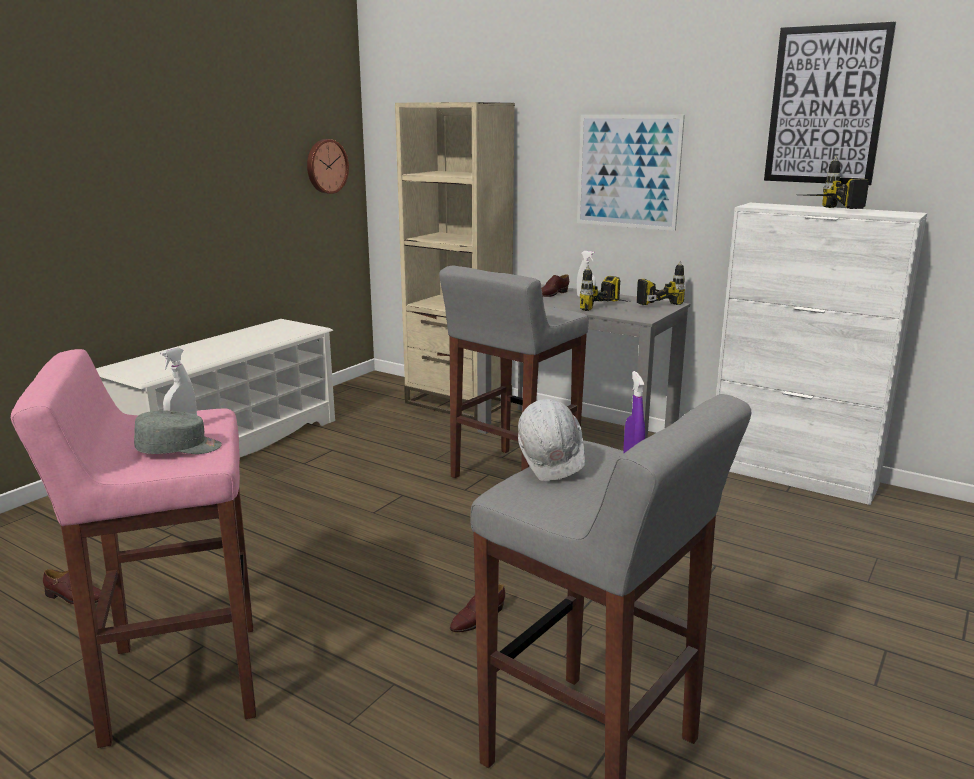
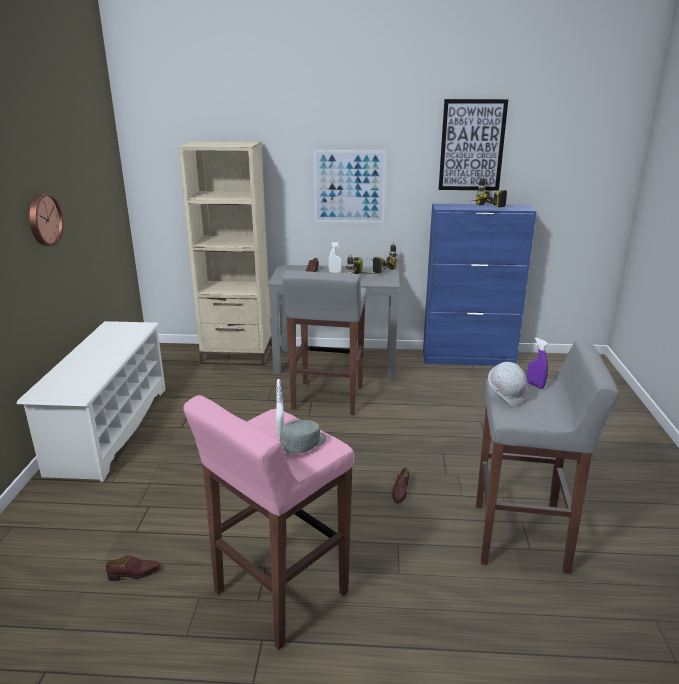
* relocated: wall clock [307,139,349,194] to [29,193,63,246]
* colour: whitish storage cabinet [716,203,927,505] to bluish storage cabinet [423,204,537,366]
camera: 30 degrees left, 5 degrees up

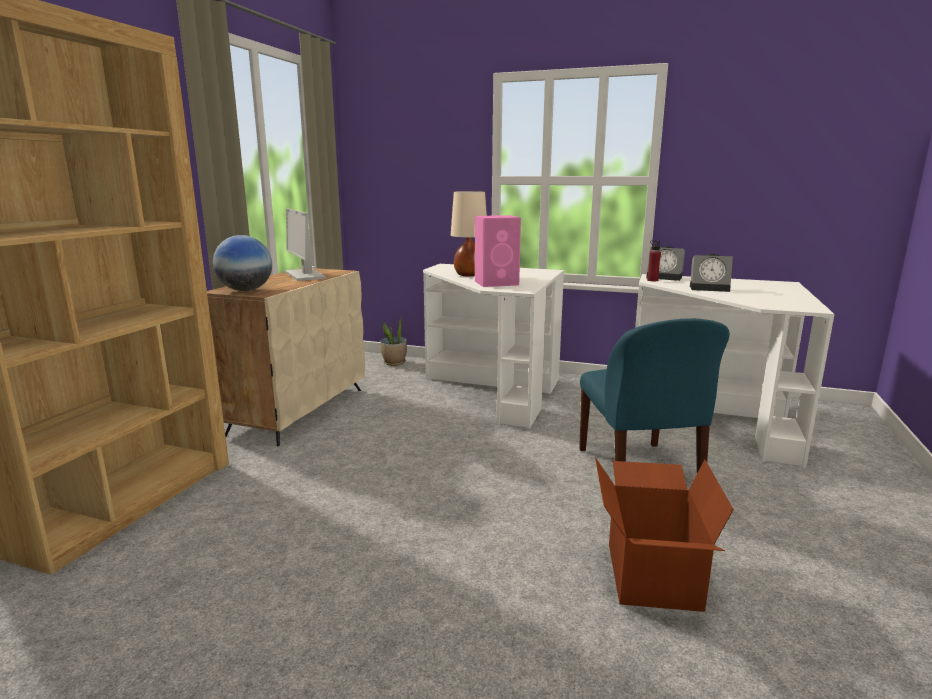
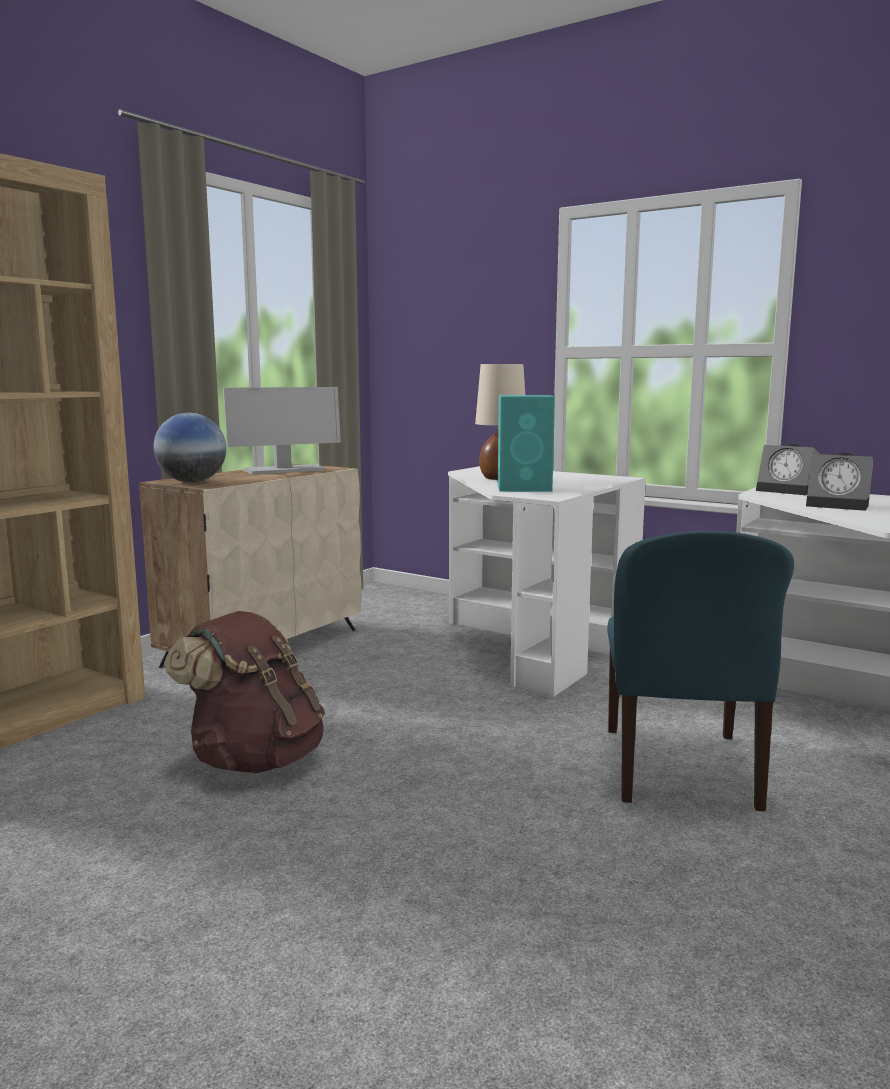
* appeared: brownish backpack [164,611,325,773]
* spun: computer screen [285,208,326,281] = [223,387,341,474] 105 degrees counterclockwise
* colour: pinkish audio speaker [475,215,521,287] to blue-green audio speaker [498,395,555,492]
* missing: potted plant [380,317,407,366]
* missing: carton [595,457,734,612]
* missing: red bottle [647,240,661,281]
camera: 15 degrees right, 5 degrees down

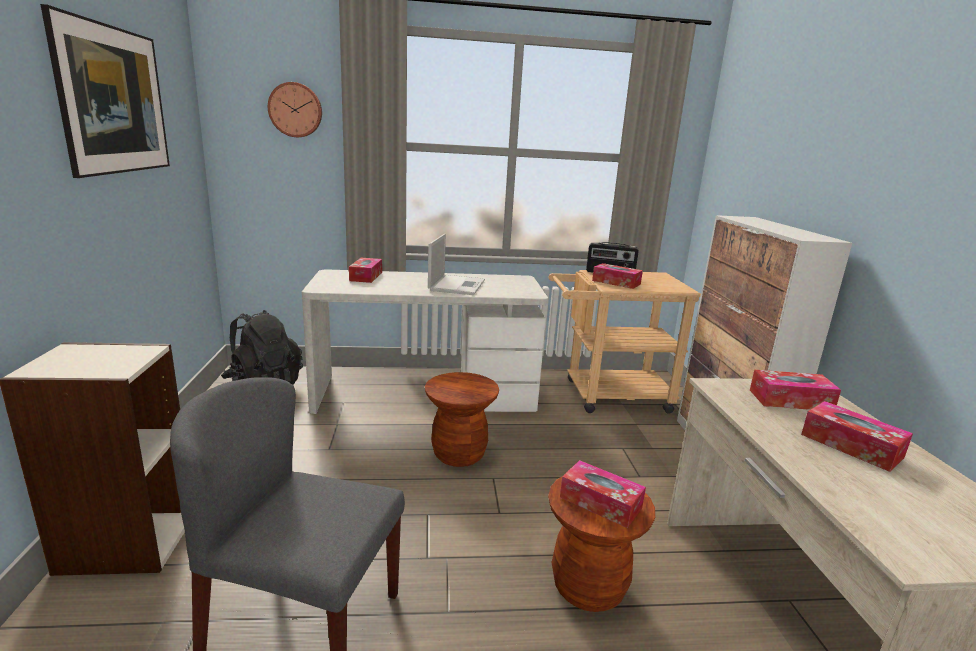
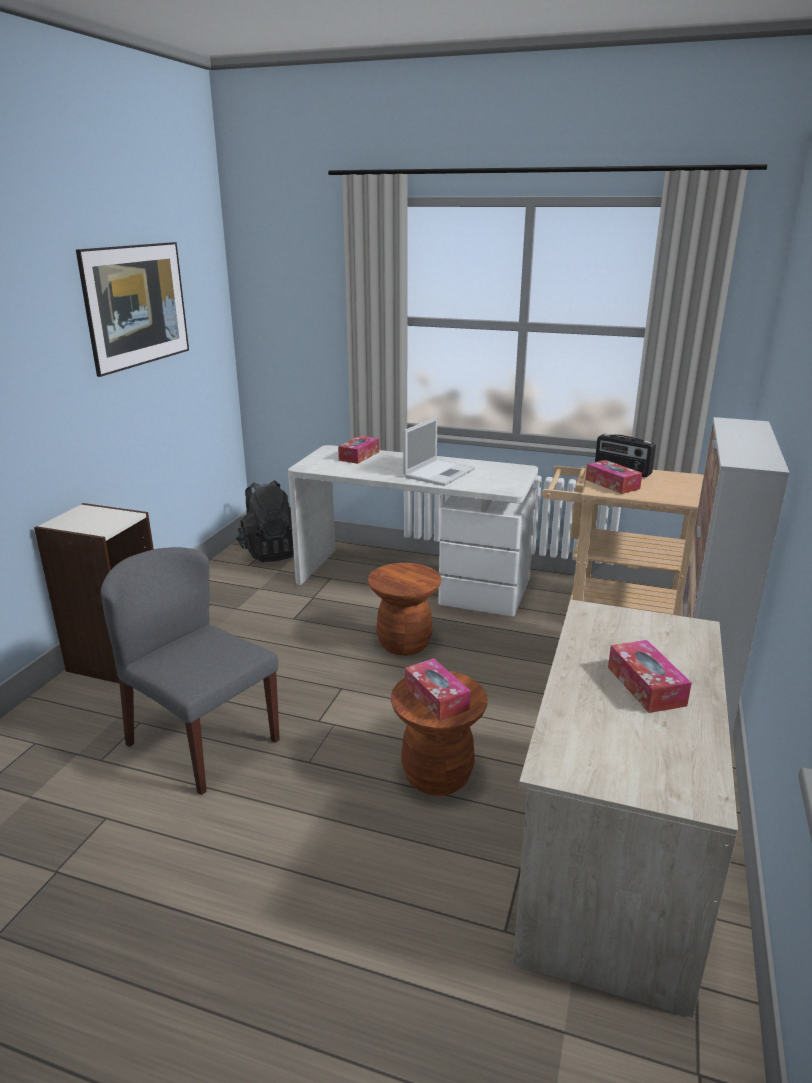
* missing: wall clock [268,82,322,137]
* missing: tissue holder [750,370,841,410]
camera: 25 degrees right, 5 degrees up

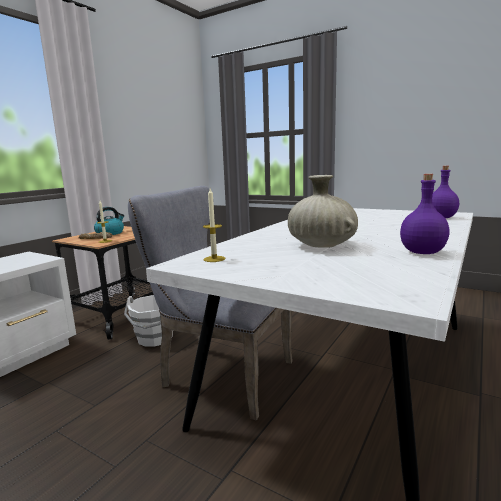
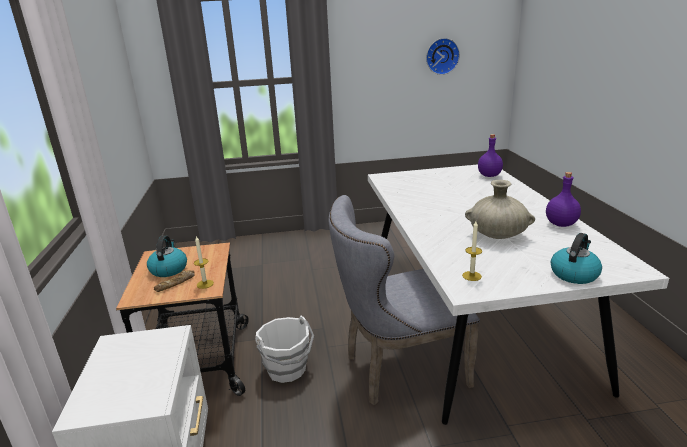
* appeared: wall clock [426,38,460,75]
* appeared: tea kettle [551,233,602,284]
camera: 40 degrees left, 10 degrees up

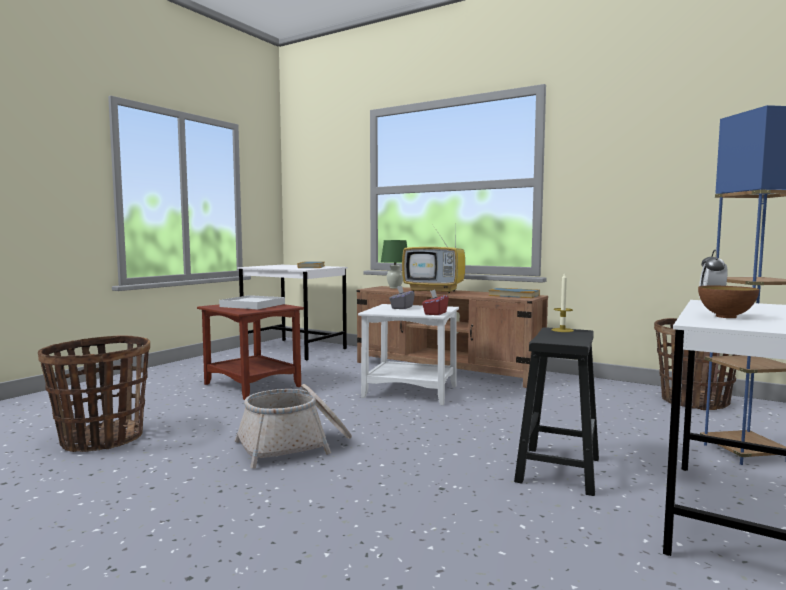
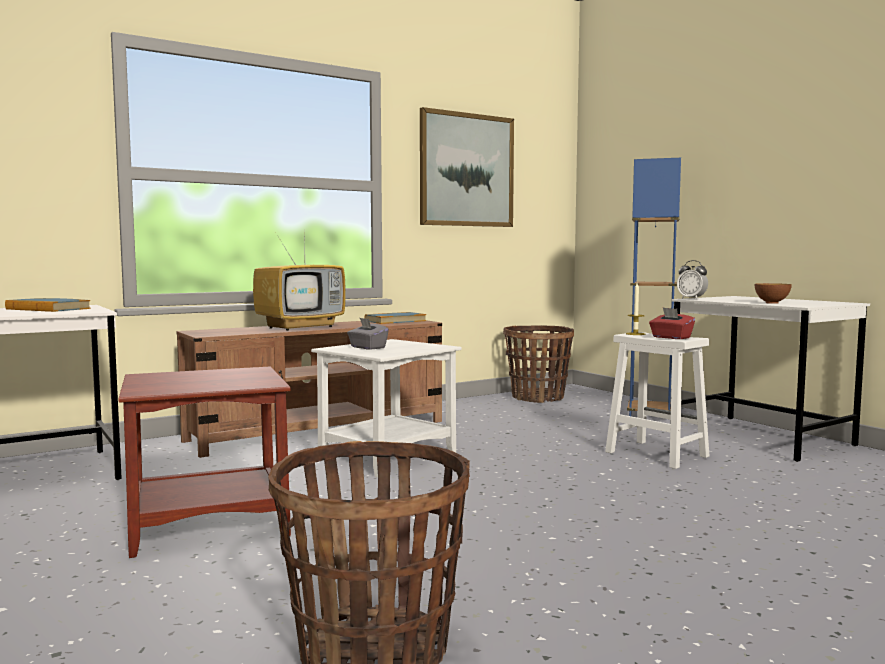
* appeared: wall art [420,107,514,227]
* colour: blackish stool seat [514,327,599,496] to whitish stool seat [605,332,709,469]
* relocated: red tissue holder [422,290,449,315] to [649,308,695,339]
* missing: whitish carrying tray [219,295,285,309]
* missing: basket [235,384,352,469]
* missing: greenish lamp for a table [381,240,407,289]
camera: 65 degrees left, 0 degrees up

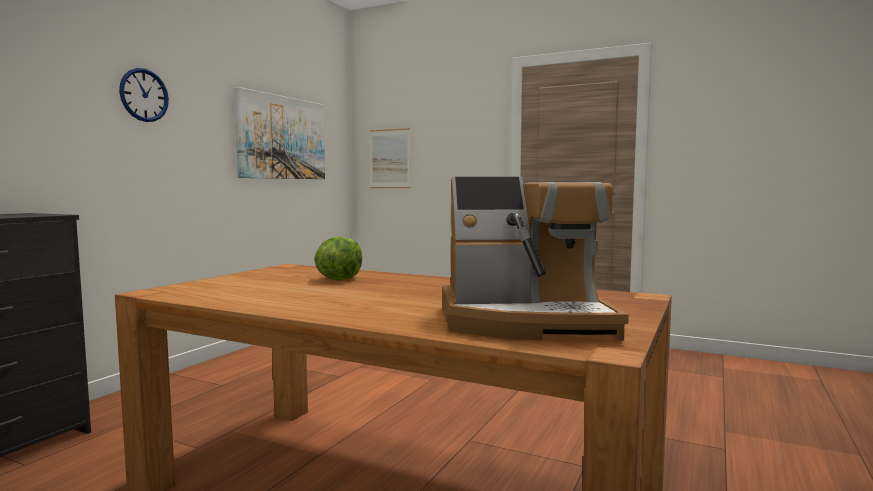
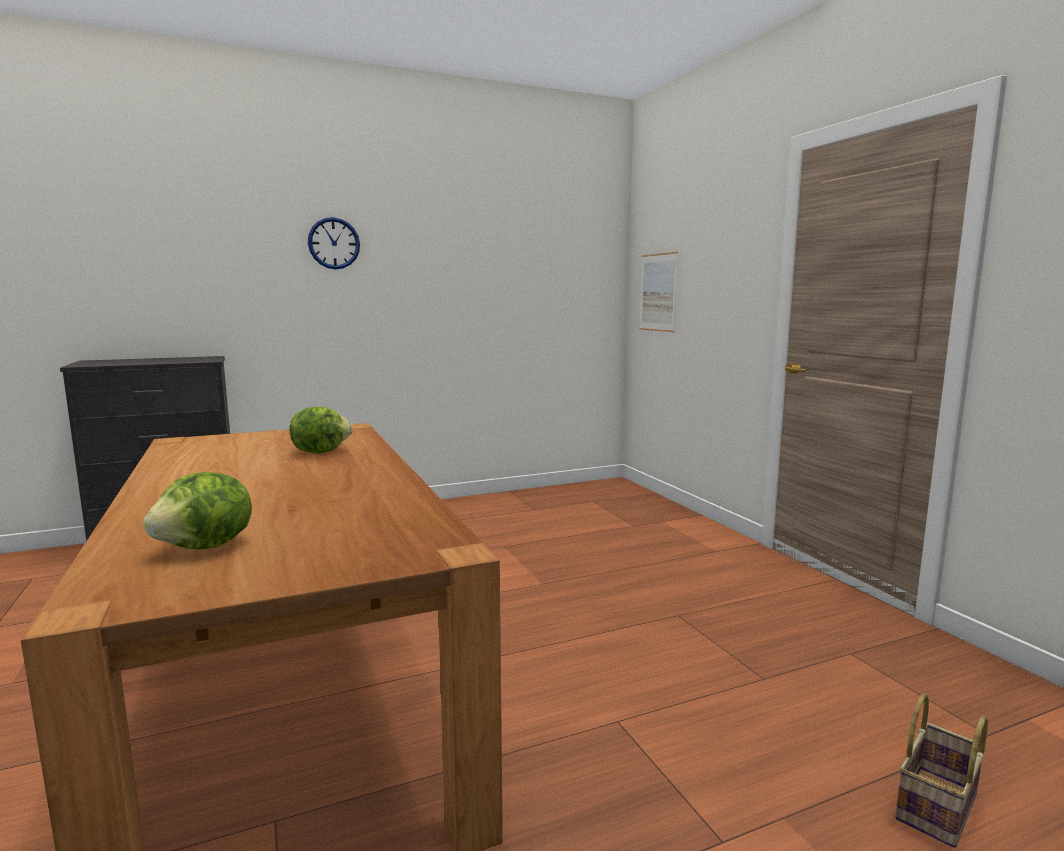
* exchanged: coffee maker [442,177,629,341] to head of lettuce [143,472,252,549]
* appeared: basket [895,694,988,848]
* missing: wall art [234,87,325,179]
camera: 40 degrees right, 5 degrees up

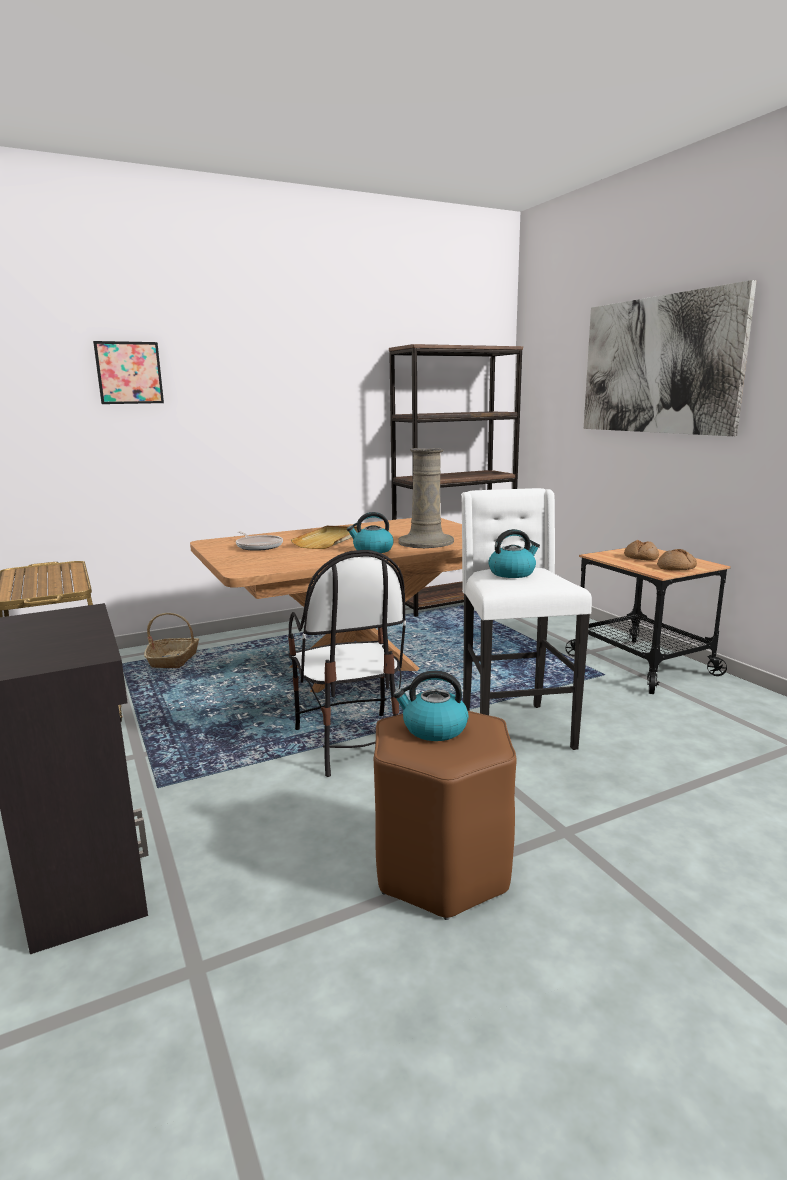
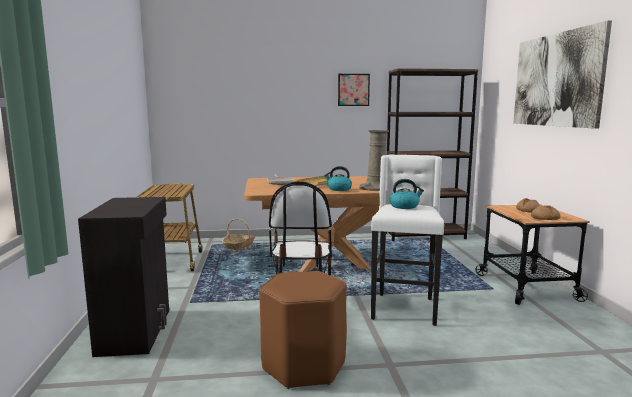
* relocated: wall art [93,341,164,404] to [338,74,370,106]
* missing: tea kettle [393,670,468,741]
camera: 20 degrees right, 5 degrees down

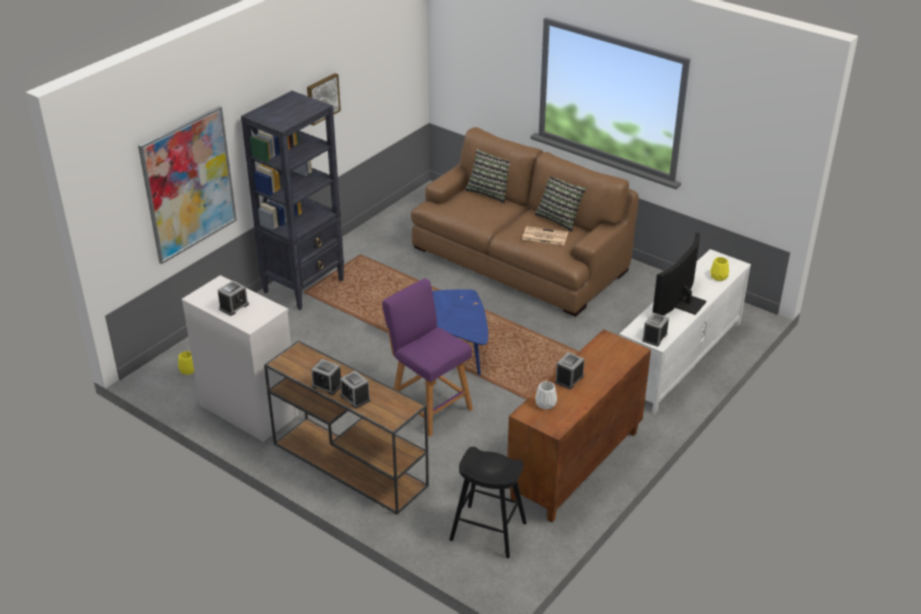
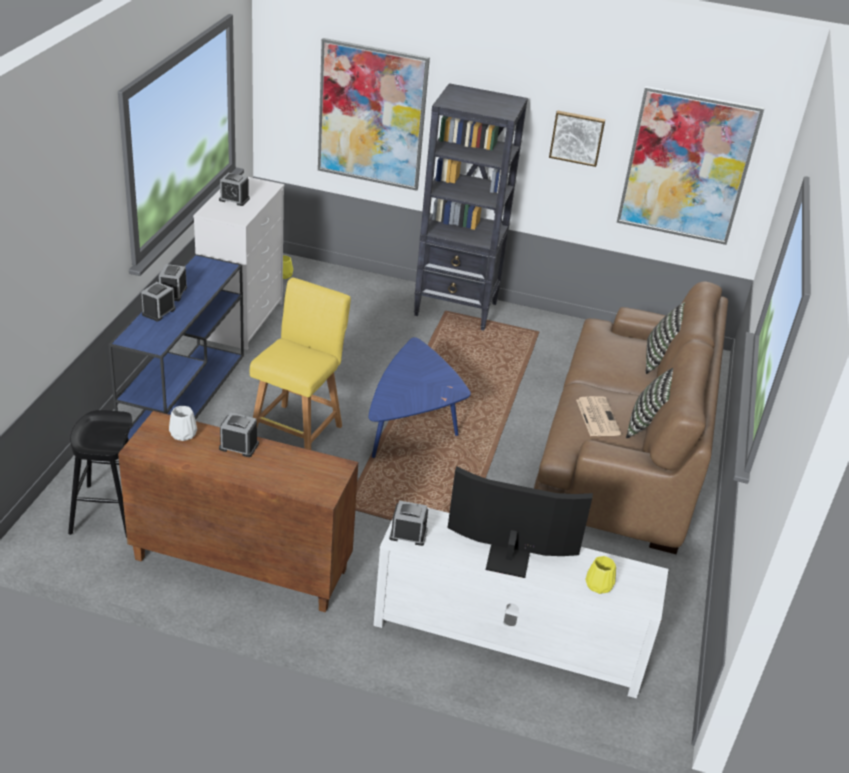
* colour: brownish hall table [264,340,429,515] to bluish hall table [108,254,244,440]
* colour: purple-coloured stool seat [382,278,473,437] to yellow-coloured stool seat [250,278,351,450]
* appeared: wall art [617,86,764,245]
camera: 65 degrees right, 0 degrees up

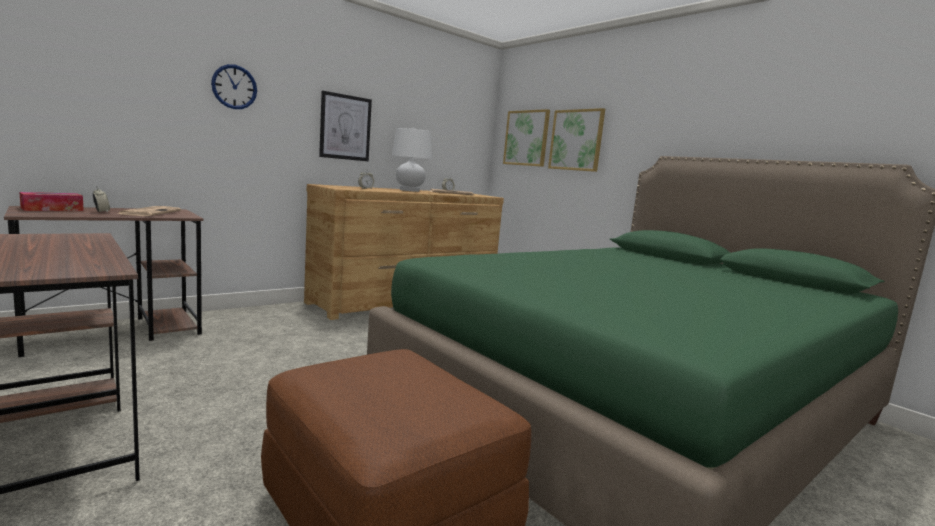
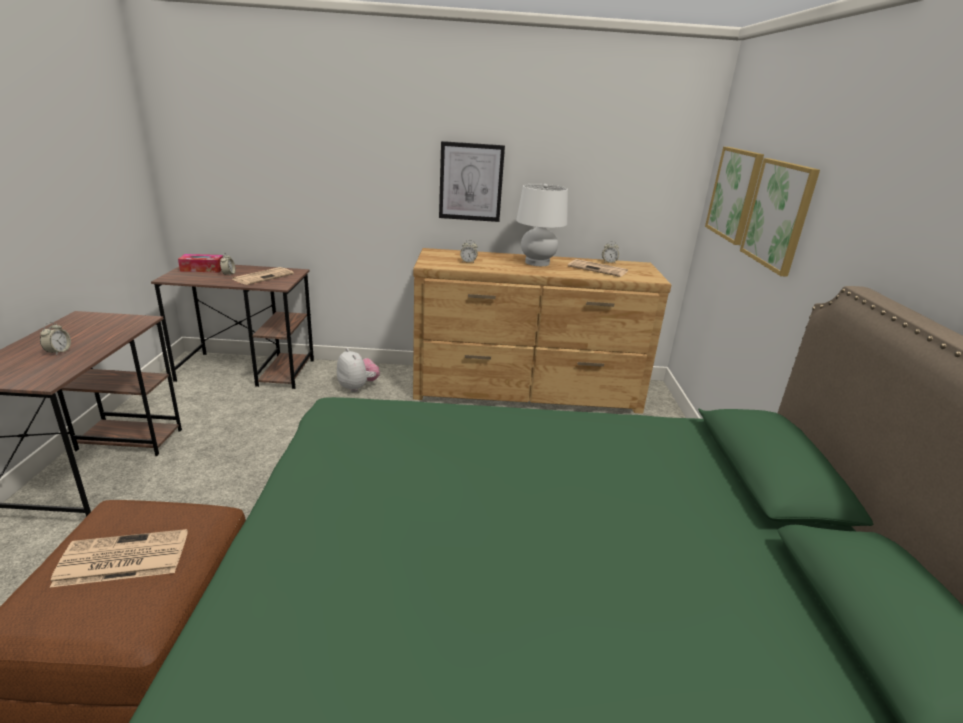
* appeared: bedside clock [40,322,71,356]
* appeared: daily paper [50,529,188,587]
* appeared: plush toy [337,348,380,392]
* missing: wall clock [211,64,257,109]
camera: 40 degrees right, 15 degrees up

